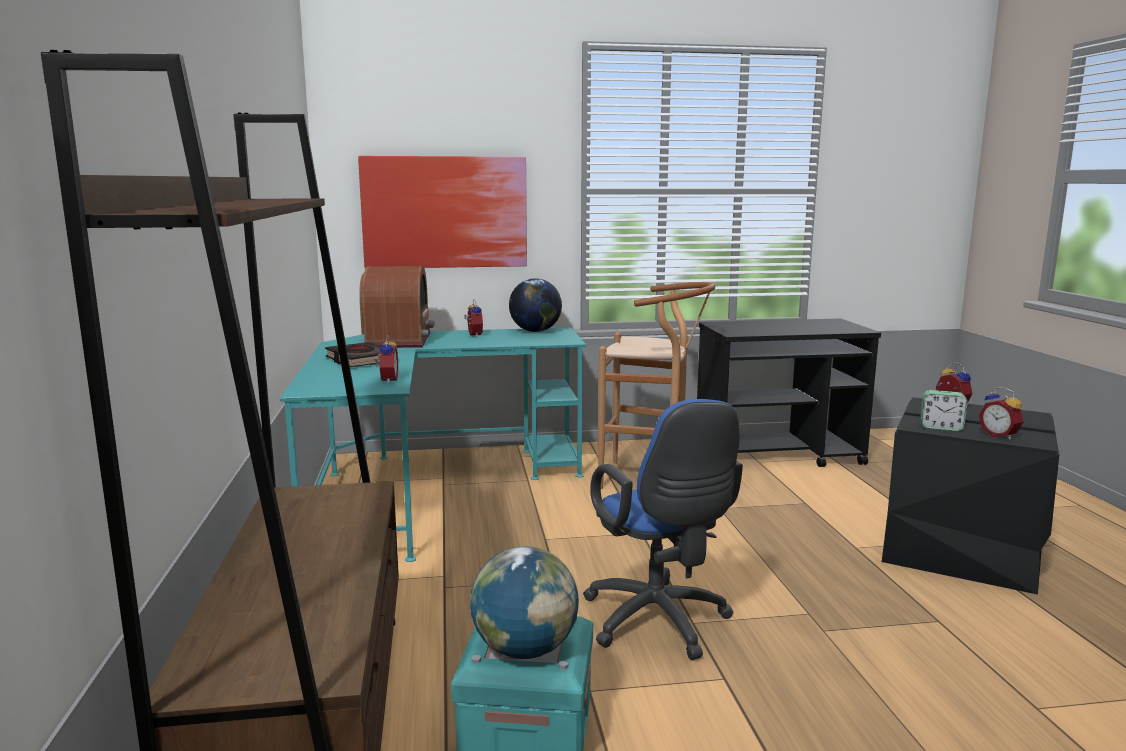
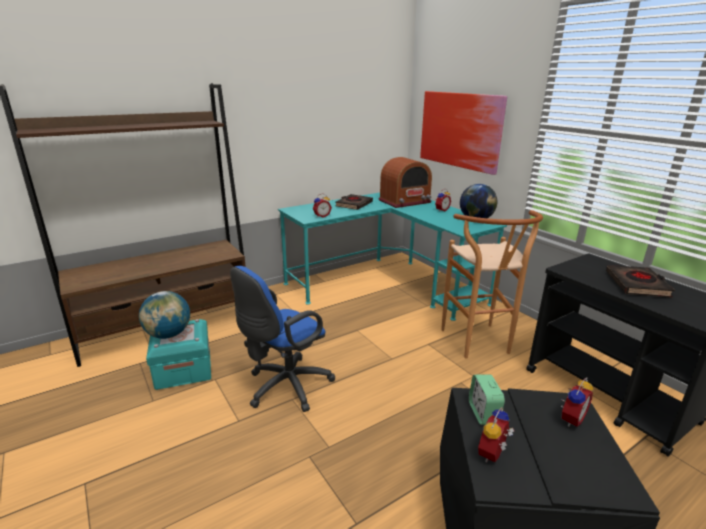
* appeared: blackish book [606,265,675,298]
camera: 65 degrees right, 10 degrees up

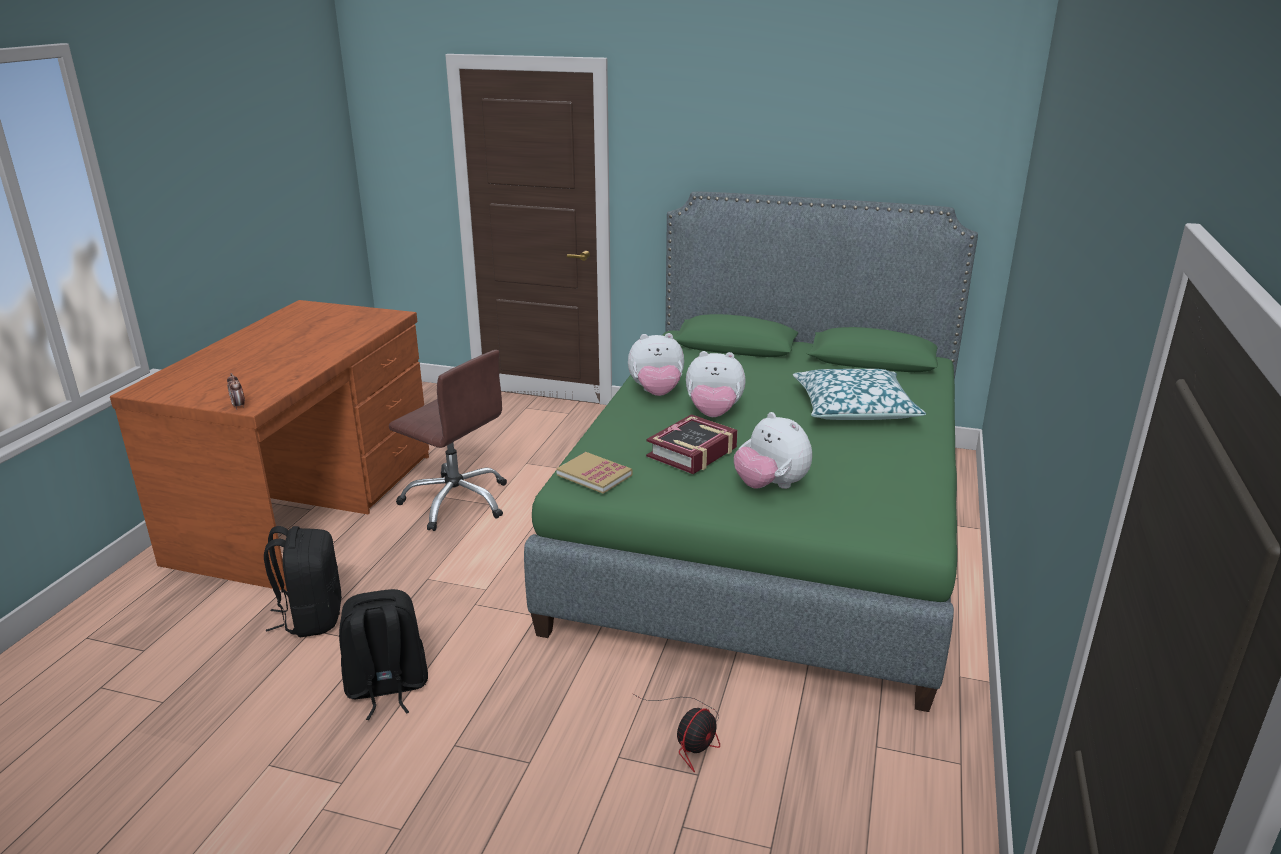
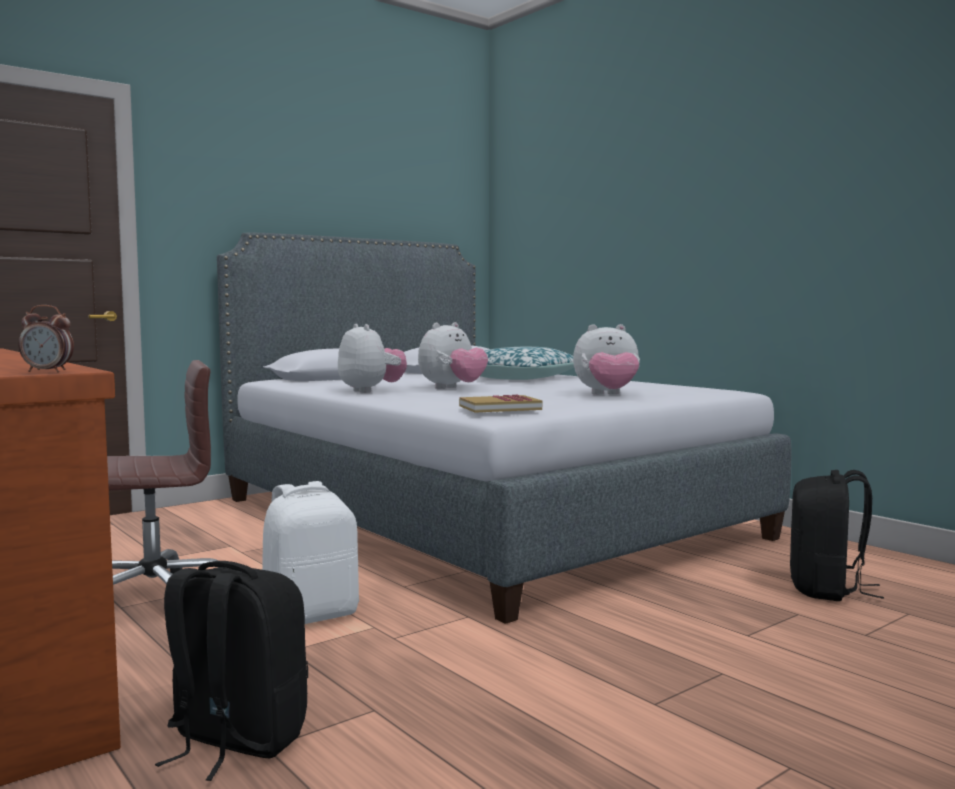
* colour: greenish bed [524,191,978,712] to greyish bed [217,232,791,624]
* appeared: whitish backpack [262,481,359,624]
* spun: plush toy [628,333,684,396] = [338,324,407,393] 60 degrees counterclockwise
* relocated: blackish backpack [339,589,428,720] to [790,470,884,601]
* missing: fan [635,695,720,772]
* missing: book [646,414,738,474]
camera: 55 degrees left, 20 degrees down

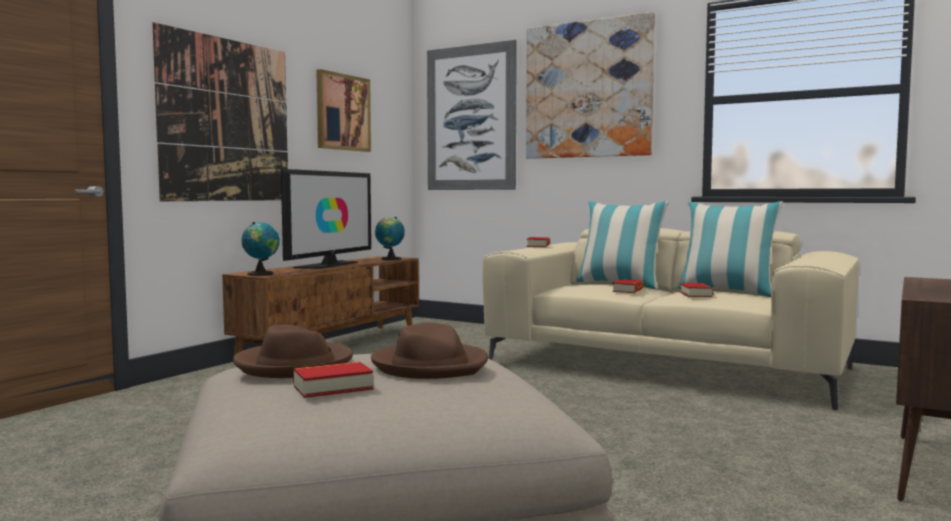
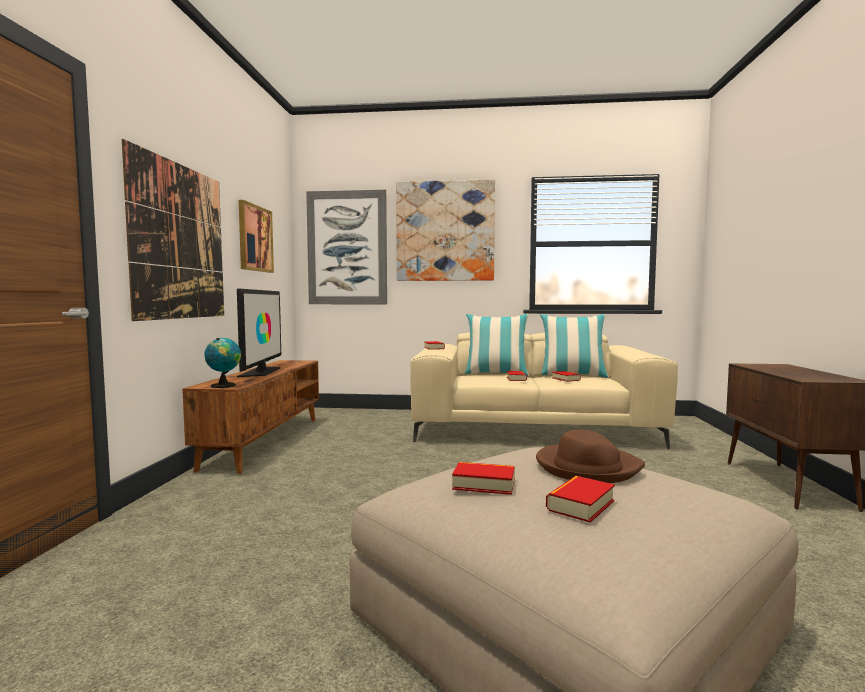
* exchanged: brownish clothing hat [233,325,353,378] to book [452,462,515,495]
* missing: world globe [375,217,405,260]
camera: 25 degrees left, 0 degrees up

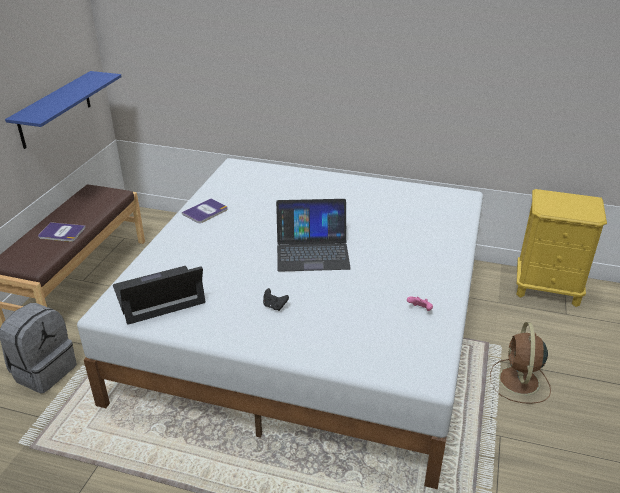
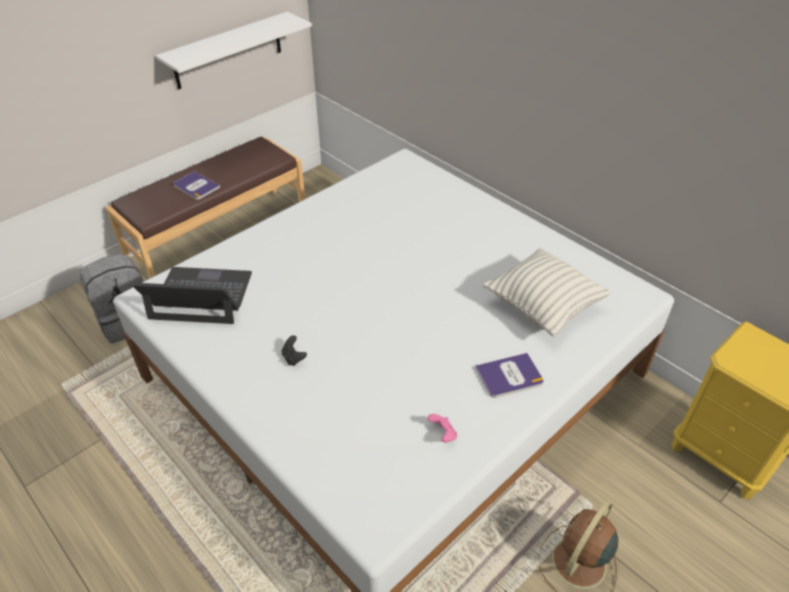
* colour: bluish shelf [5,71,121,149] to whitish shelf [155,12,312,89]
* relocated: book [182,198,228,223] to [475,353,544,398]
* appeared: throw pillow [483,248,611,337]
* missing: portable computer [276,199,351,272]
camera: 30 degrees right, 10 degrees up

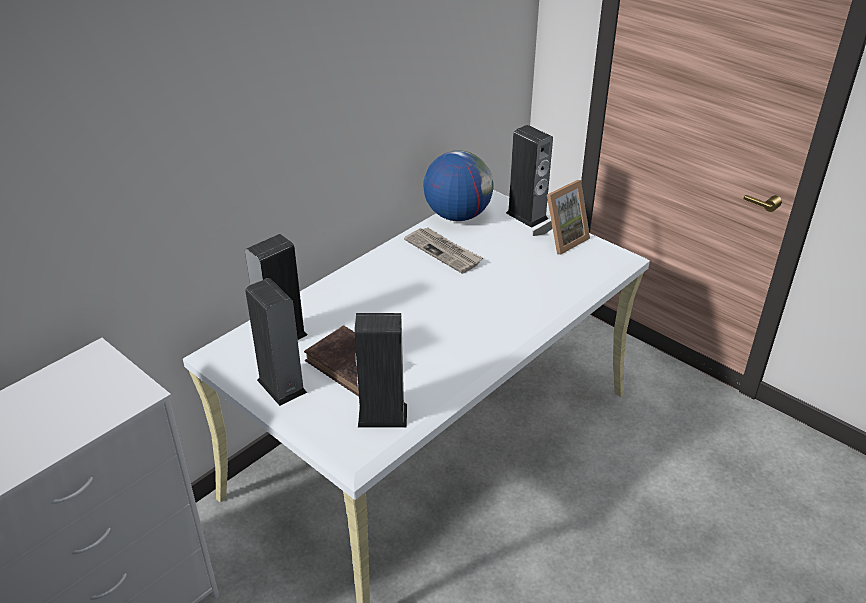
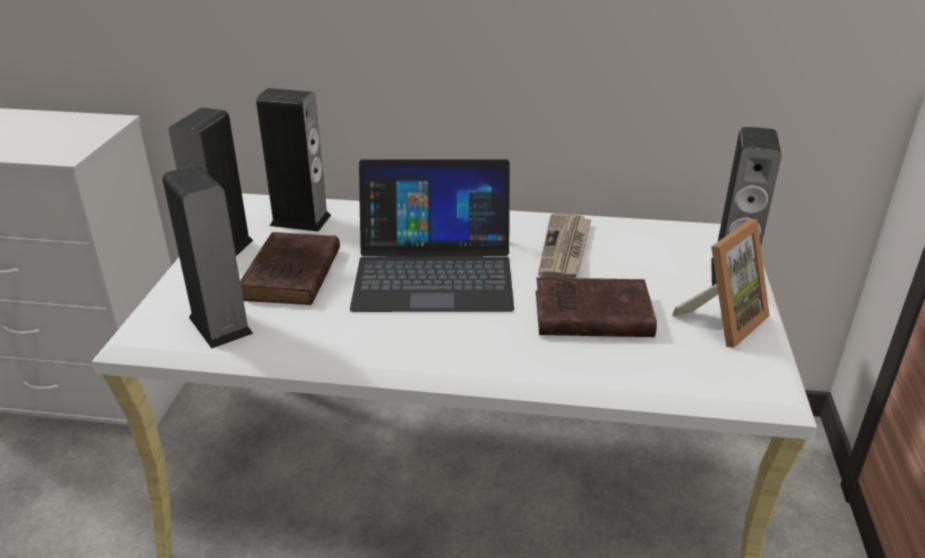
* appeared: portable computer [350,159,514,312]
* appeared: brownish book [536,278,657,337]
* spun: picture frame [532,180,590,255] = [672,219,770,348] 60 degrees counterclockwise
* missing: world globe [423,150,494,221]
camera: 55 degrees right, 5 degrees down

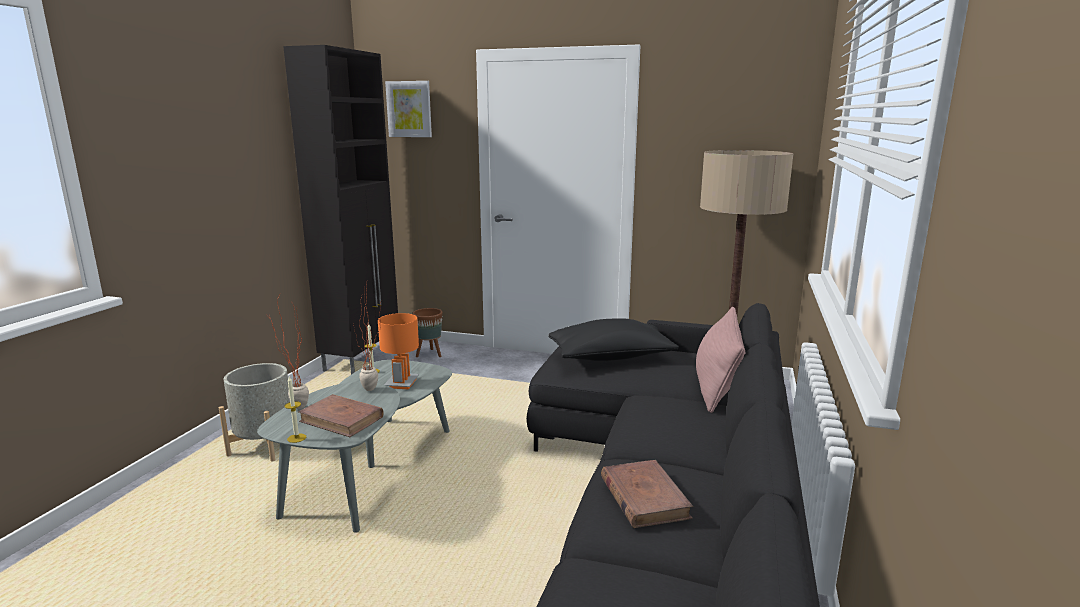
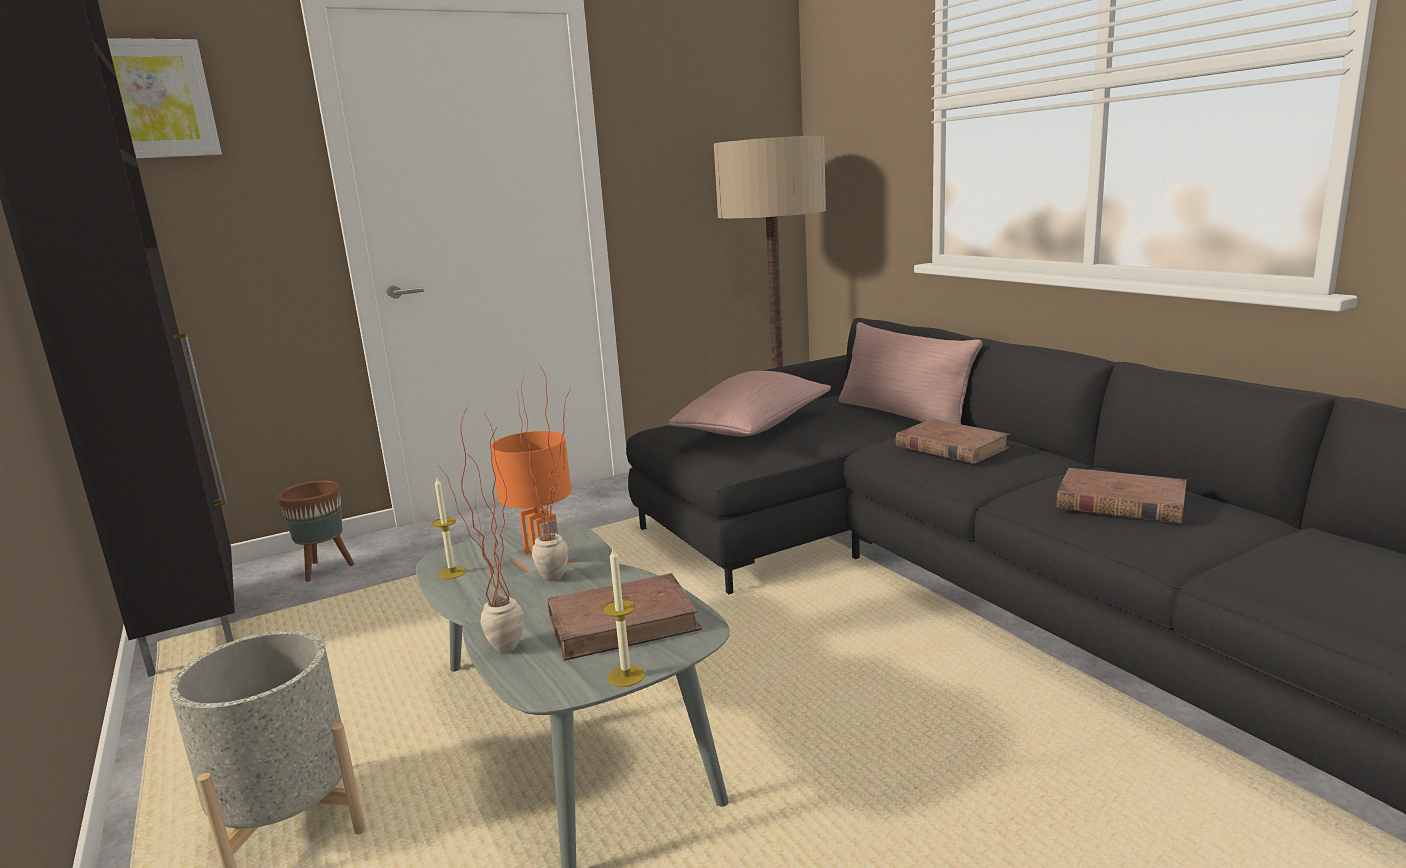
* colour: blackish throw pillow [548,318,679,361] to pinkish throw pillow [669,371,831,436]
* appeared: brownish book [895,419,1010,464]
camera: 45 degrees left, 0 degrees up

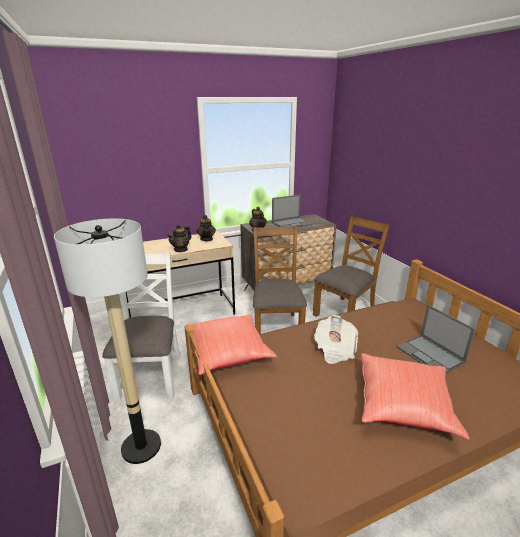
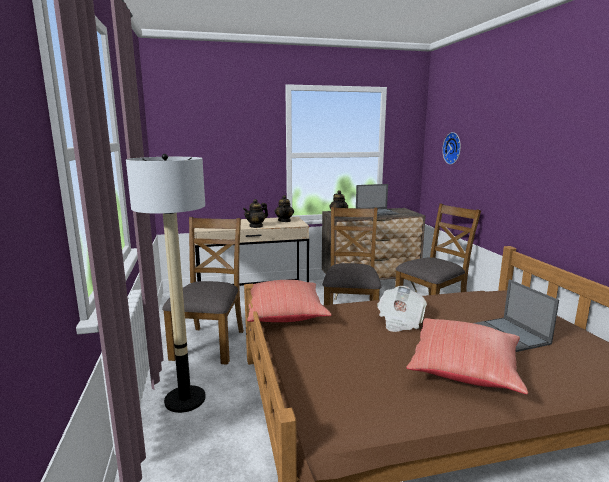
* colour: whitish upright chair [102,253,180,400] to brownish upright chair [162,217,244,365]
* appeared: wall clock [442,132,461,165]
camera: 10 degrees right, 10 degrees down

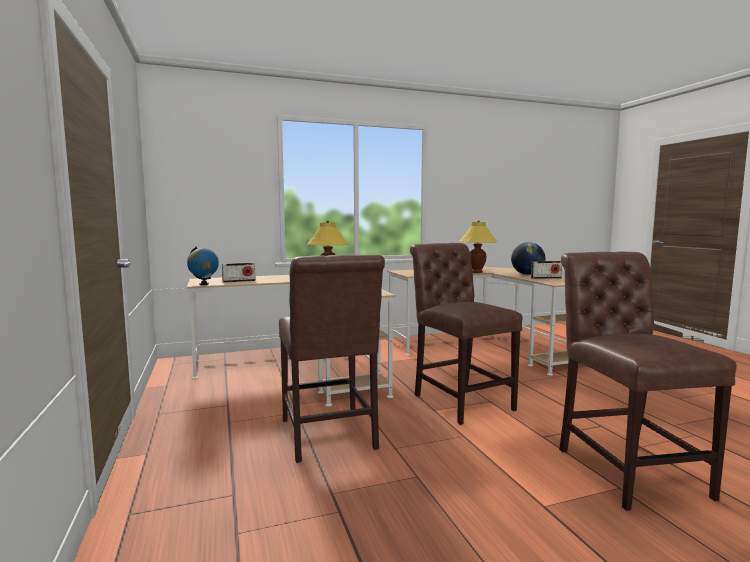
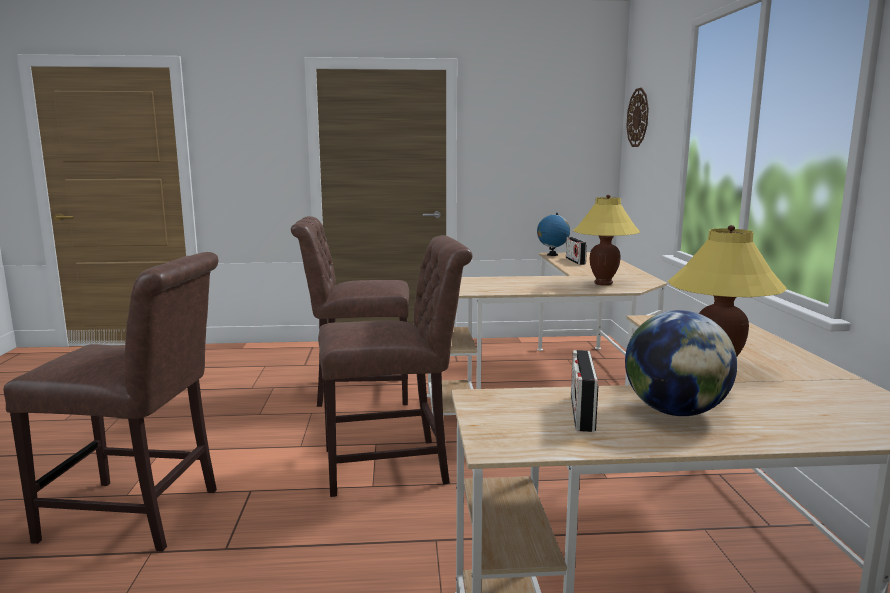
* appeared: wall clock [626,88,649,147]
camera: 105 degrees right, 5 degrees up

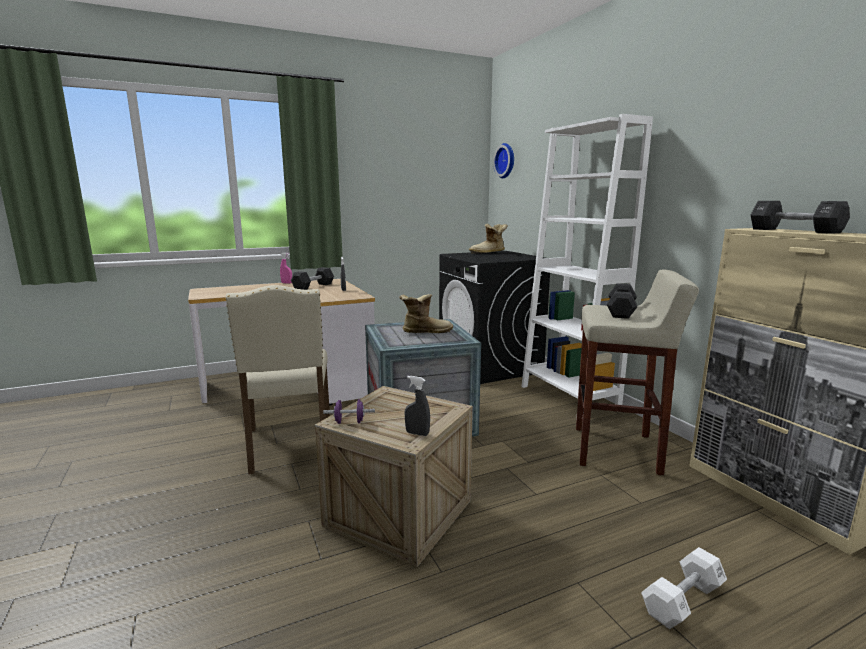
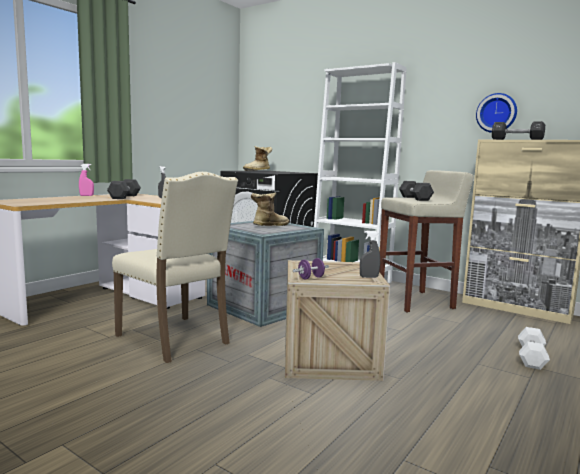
* relocated: wall clock [493,143,514,178] to [476,93,517,133]
camera: 30 degrees left, 5 degrees down

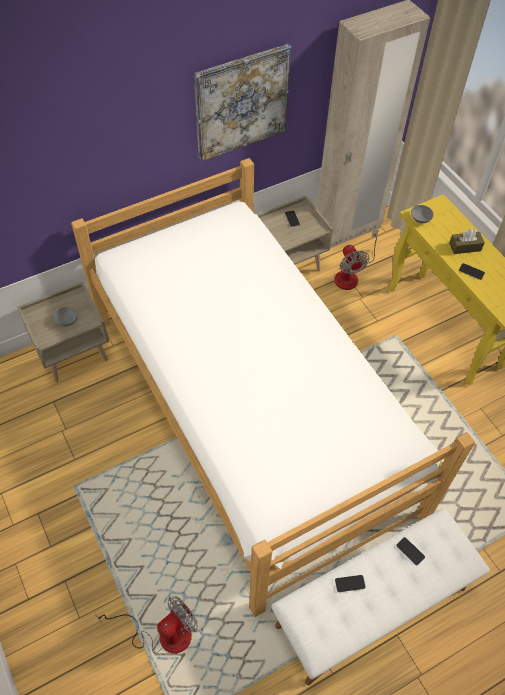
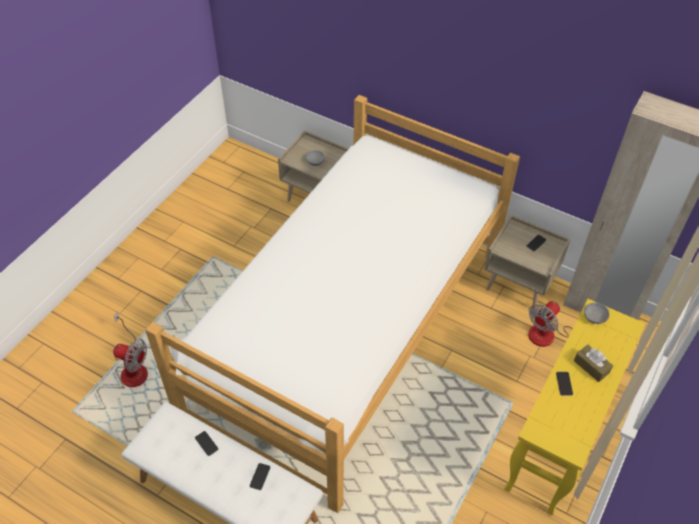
* missing: wall art [194,44,291,161]
camera: 60 degrees right, 5 degrees down

